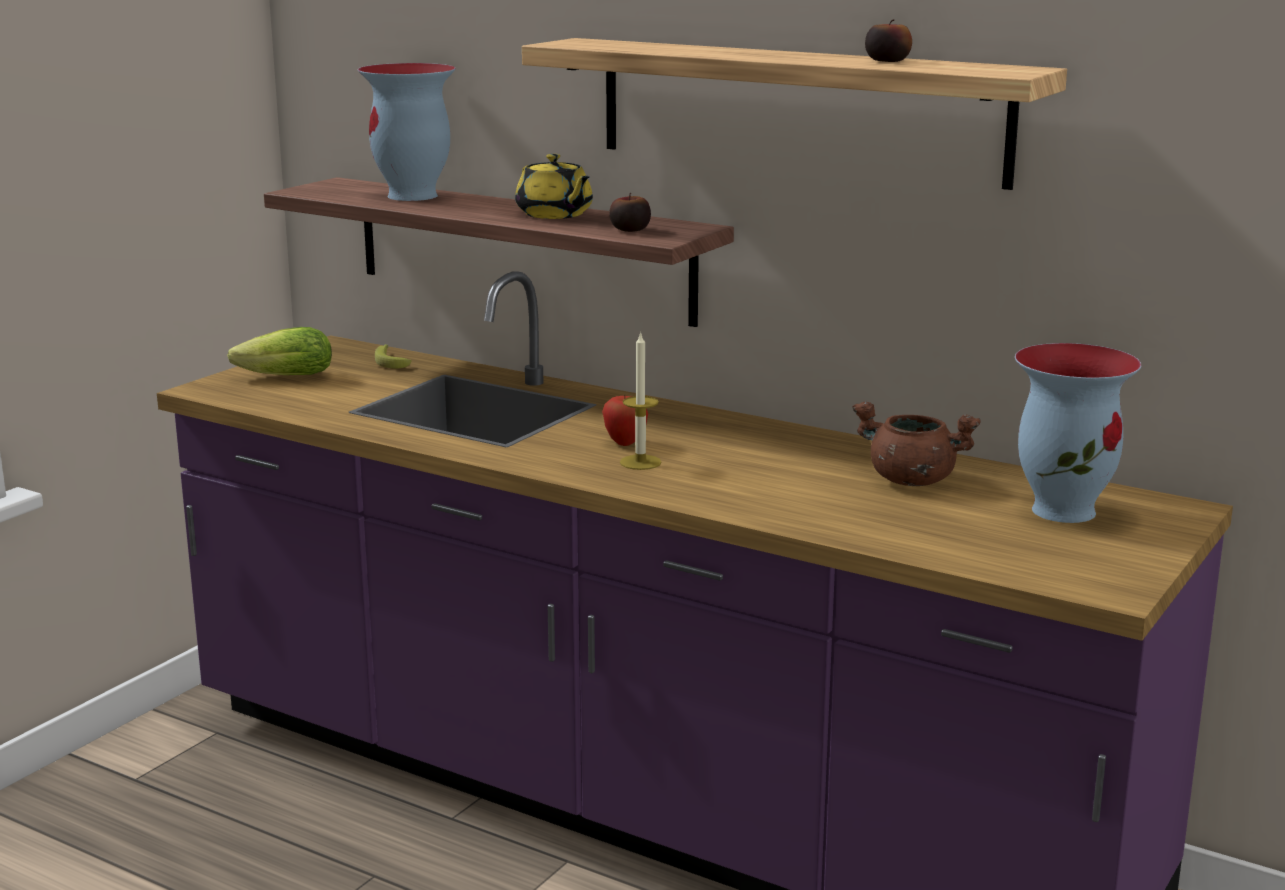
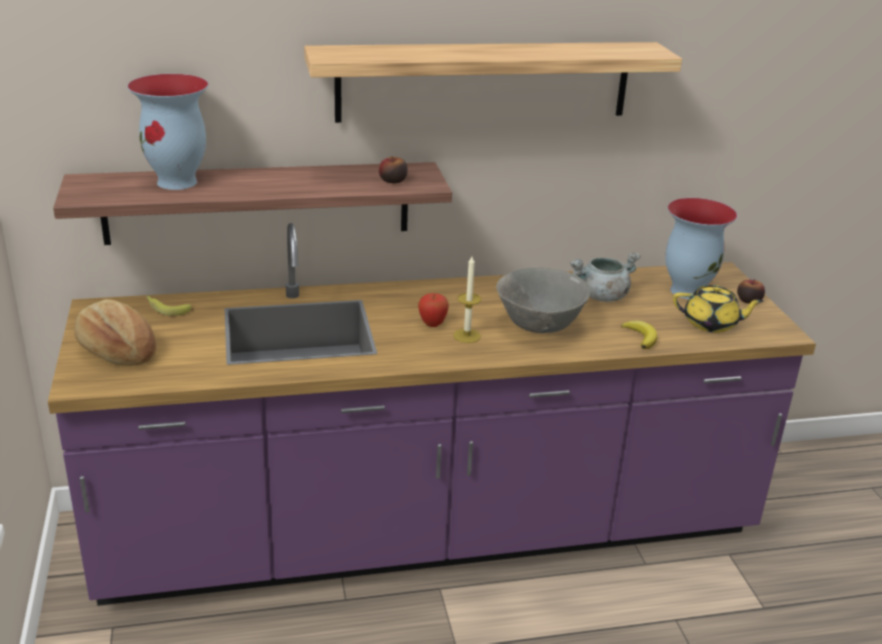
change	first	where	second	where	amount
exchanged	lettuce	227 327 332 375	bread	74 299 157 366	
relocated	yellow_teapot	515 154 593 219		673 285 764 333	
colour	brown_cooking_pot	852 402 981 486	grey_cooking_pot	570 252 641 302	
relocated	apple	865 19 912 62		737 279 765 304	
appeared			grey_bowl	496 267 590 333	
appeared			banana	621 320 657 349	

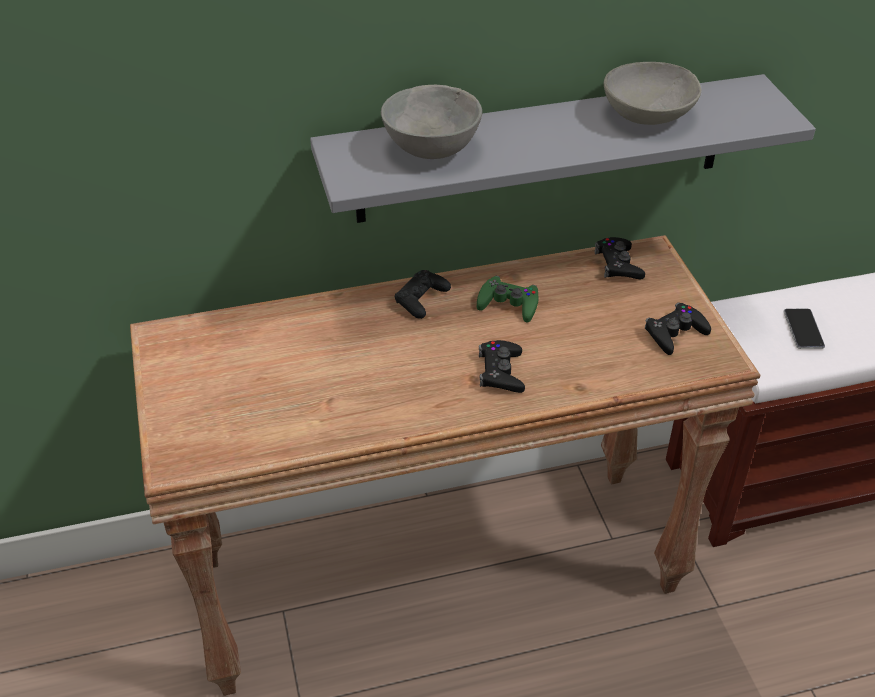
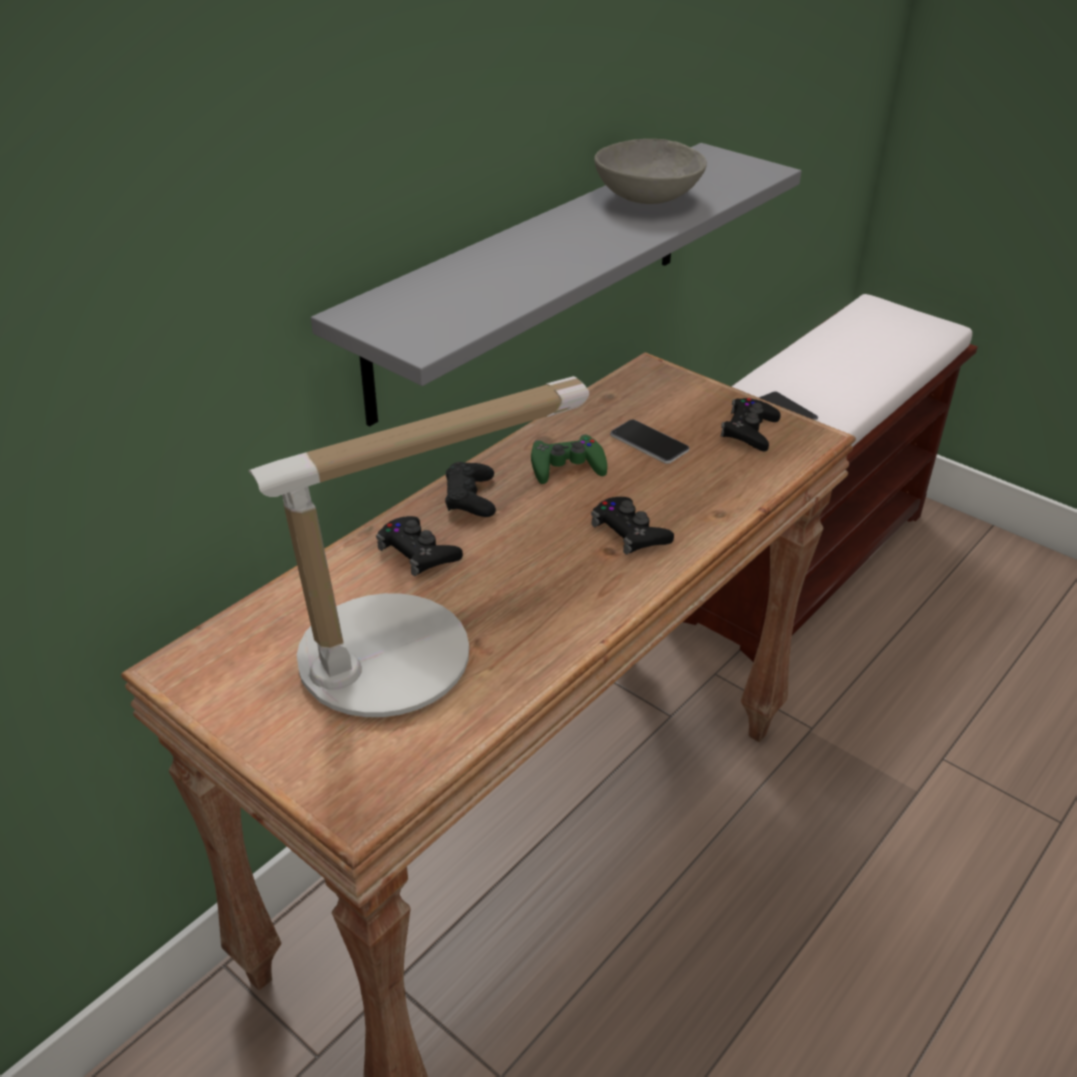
change	first	where	second	where	amount
missing	grey_bowl	381 85 482 159			
relocated	black_game_controller	595 237 645 279		376 516 463 576	
appeared			table_lamp	249 376 589 717	
appeared			phone	610 419 690 464	

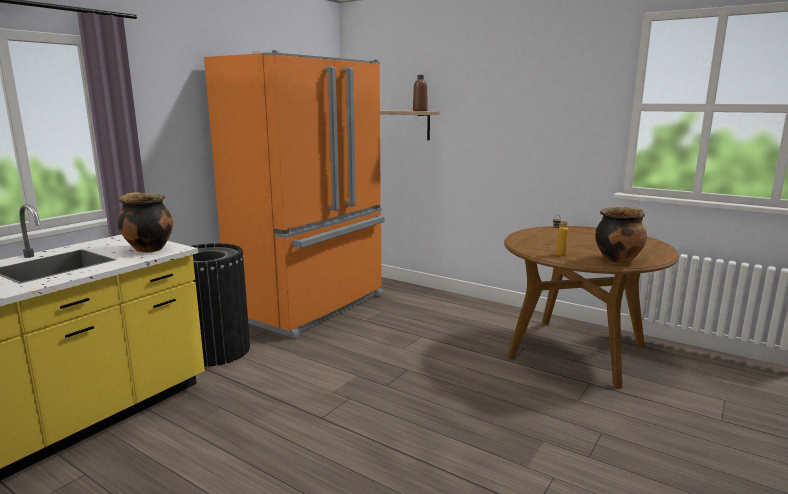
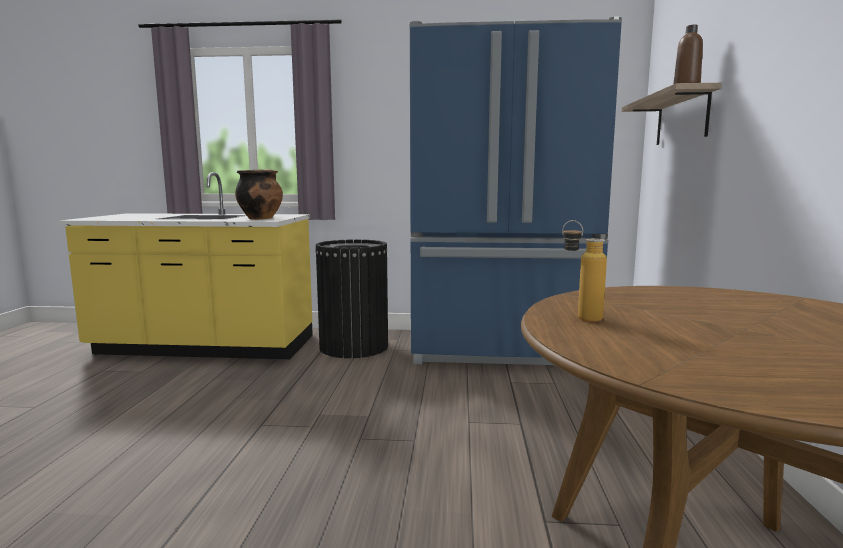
change	first	where	second	where	amount
colour	orange_fridge	204 50 385 339	blue_fridge	409 17 622 365	
missing	cooking_pot	595 207 647 264			

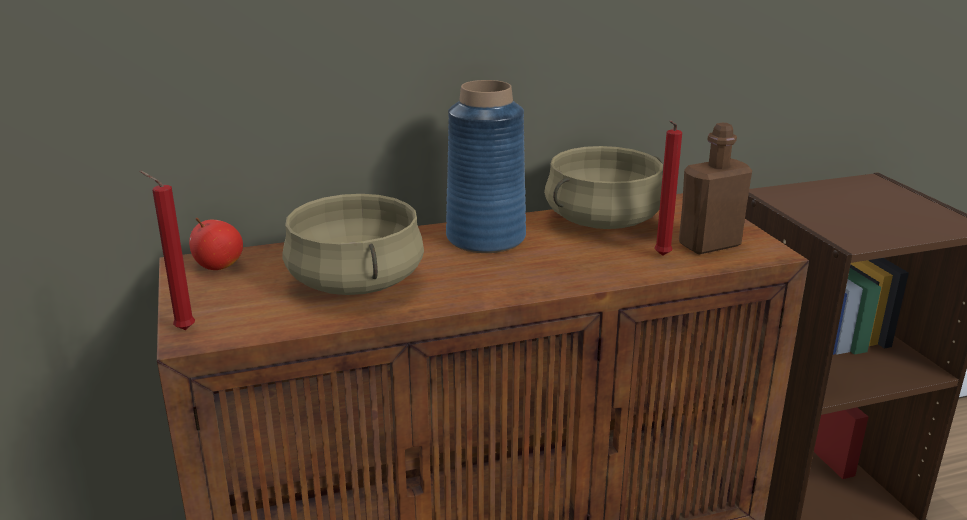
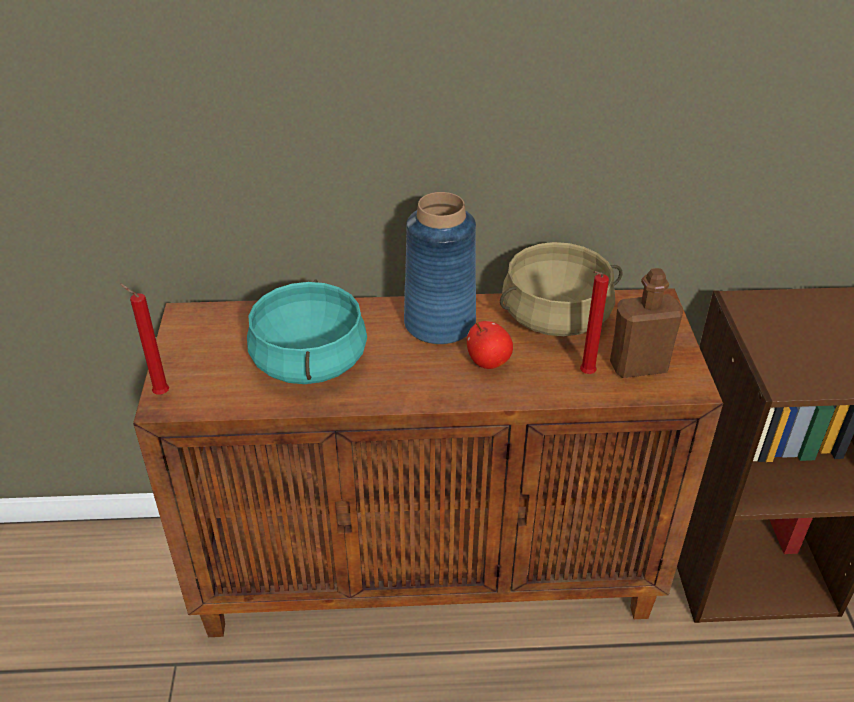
change	first	where	second	where	amount
relocated	apple	189 218 243 270		467 321 513 369	
colour	beige_cooking_pot	283 194 424 295	turquoise_cooking_pot	247 279 367 384	

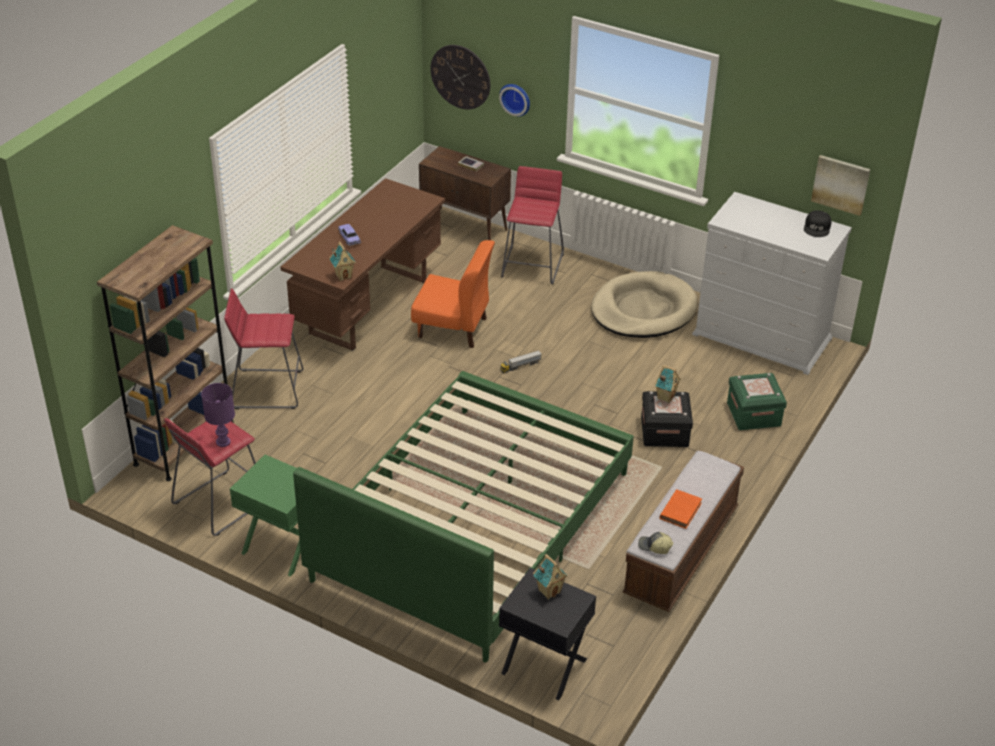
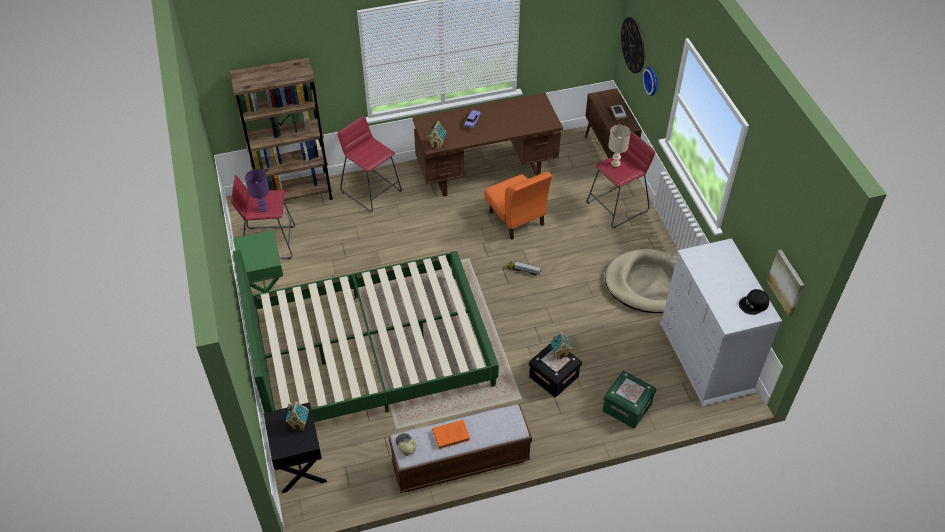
change	first	where	second	where	amount
appeared			beige_table_lamp	608 125 631 167	

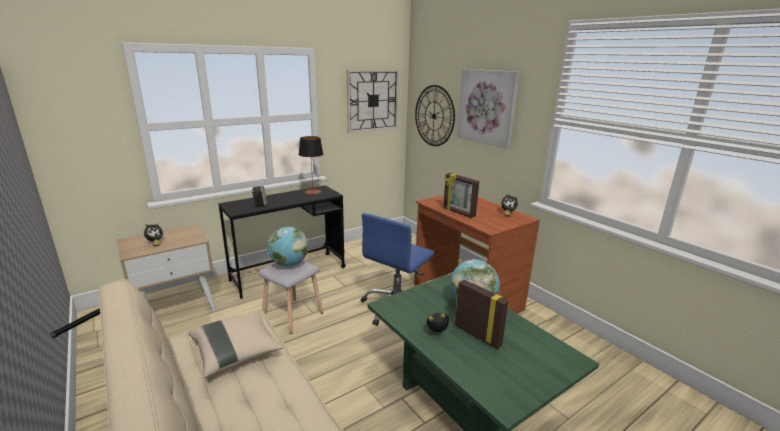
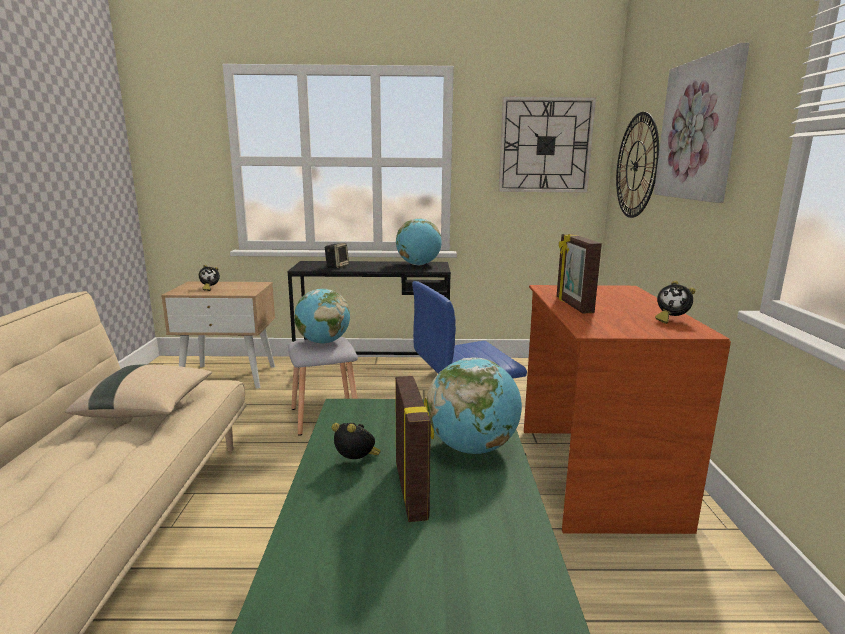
change	first	where	second	where	amount
exchanged	table_lamp	298 136 323 194	globe	396 218 442 265	

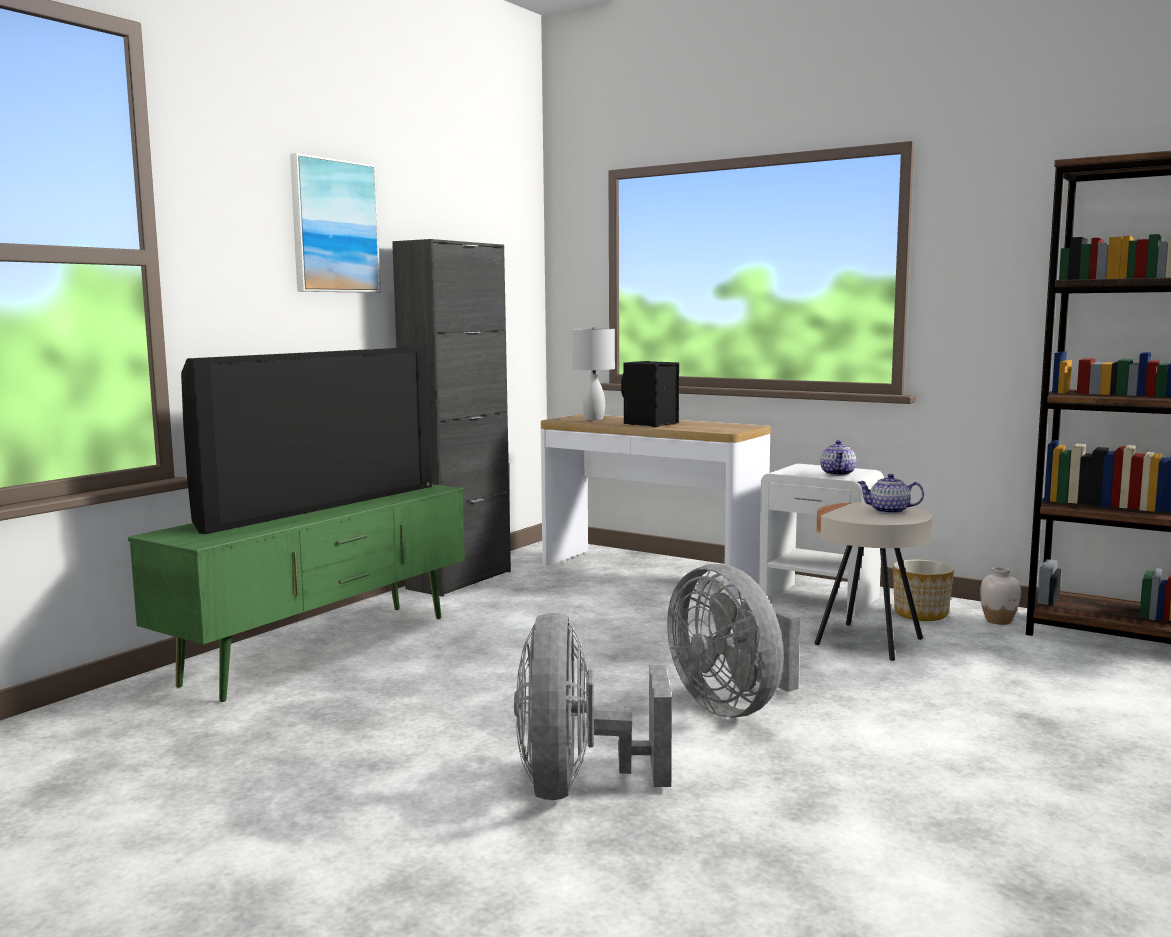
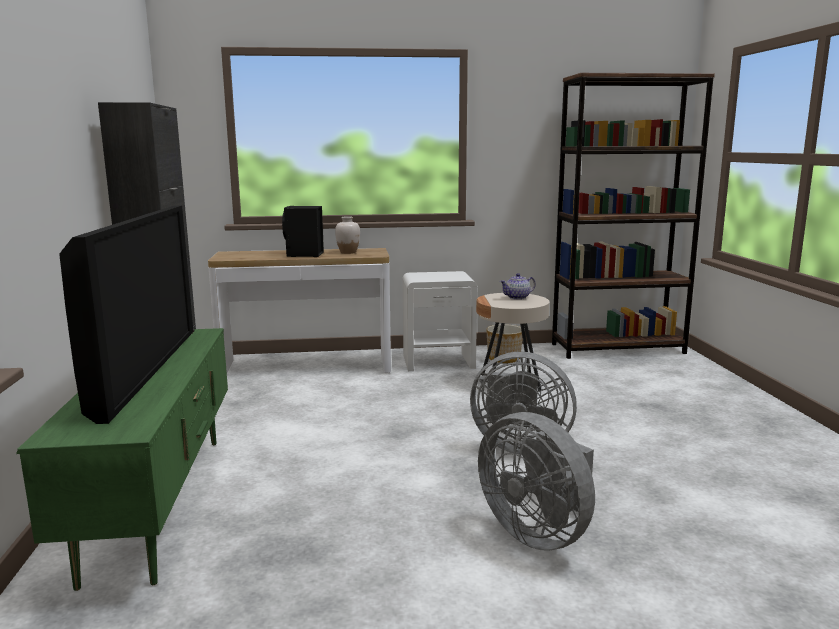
change	first	where	second	where	amount
missing	picture	290 153 381 293			
missing	white_table_lamp	572 327 615 420			
missing	teapot	820 440 856 476			
relocated	white_vase	980 567 1021 625		335 216 360 254	

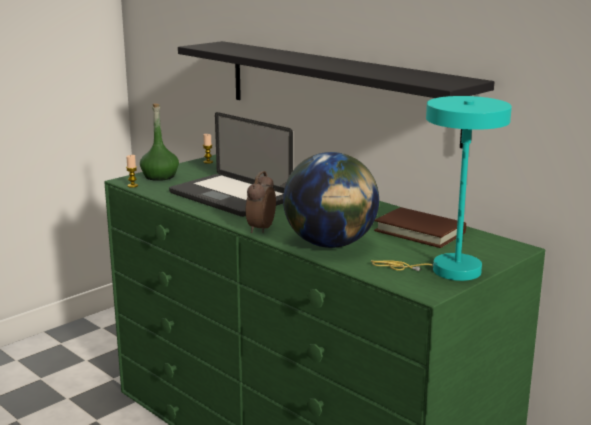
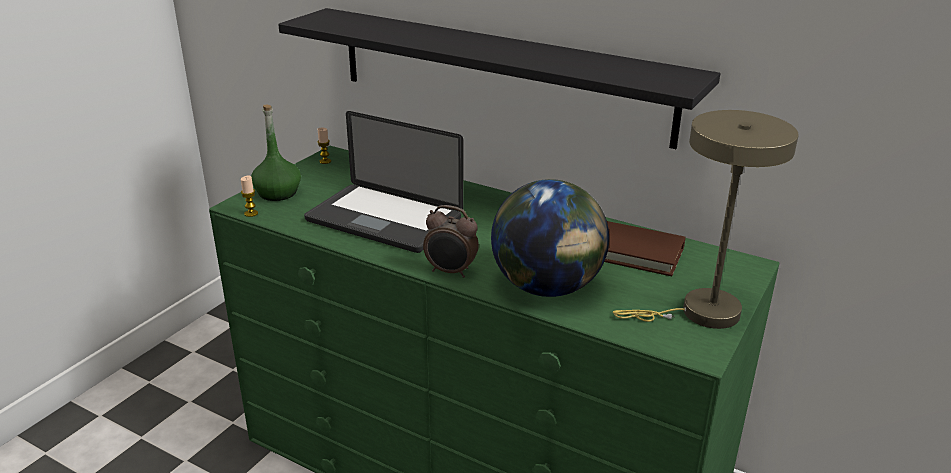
change	first	where	second	where	amount
spun	alarm_clock	246 171 276 233		423 205 479 278	75 degrees counterclockwise
colour	turquoise_table_lamp	371 96 512 281	beige_table_lamp	613 110 799 329	

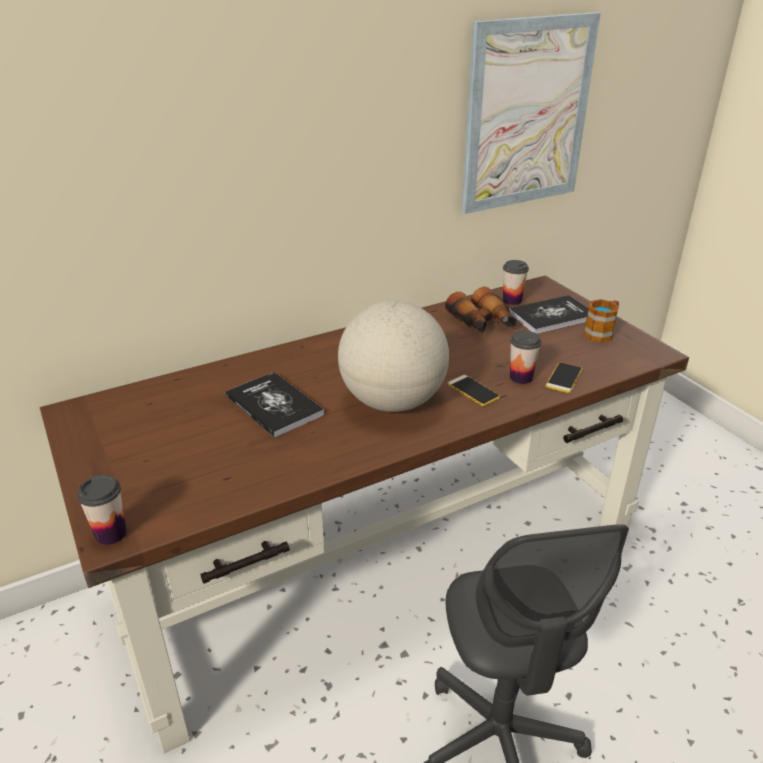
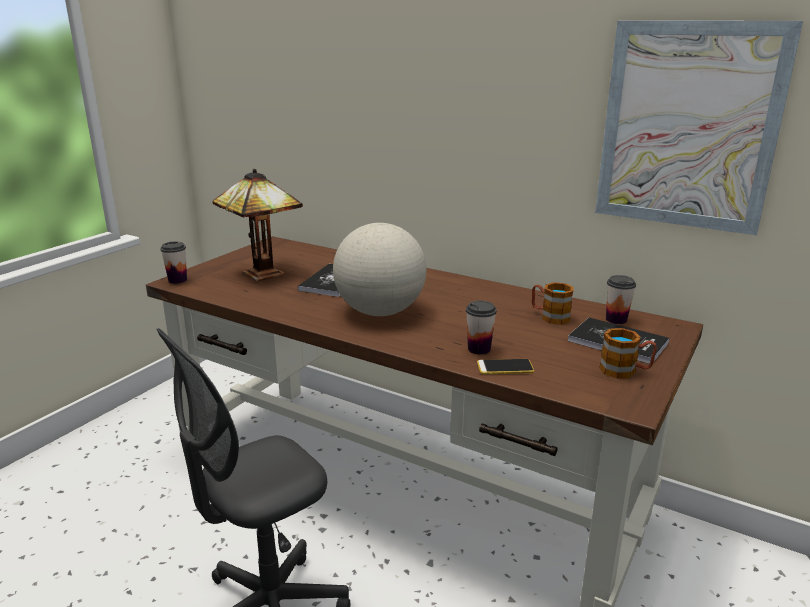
change	first	where	second	where	amount
exchanged	binoculars	445 287 516 333	mug	532 282 574 325	
missing	phone	447 375 500 406			
appeared			table_lamp	212 169 303 281	

